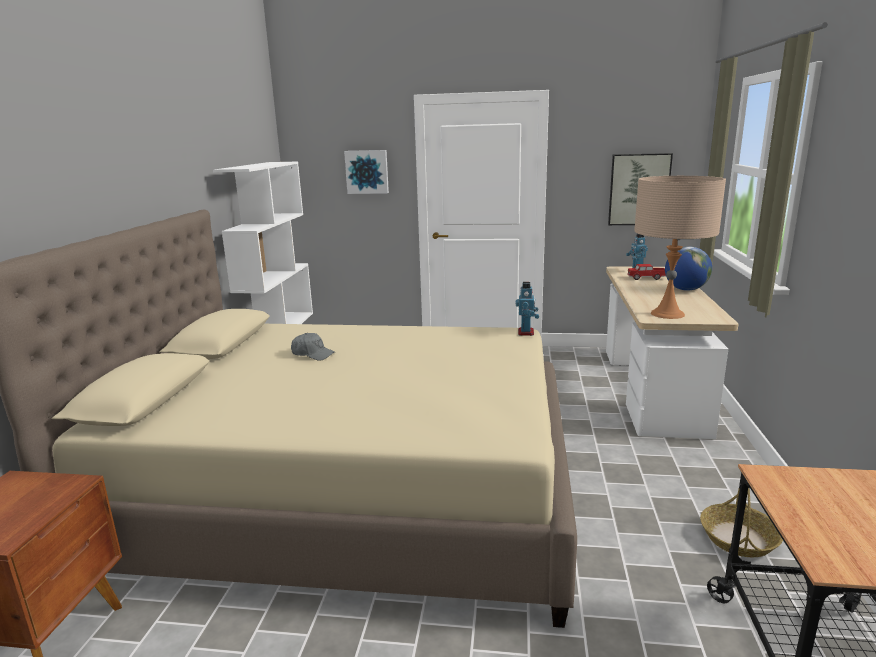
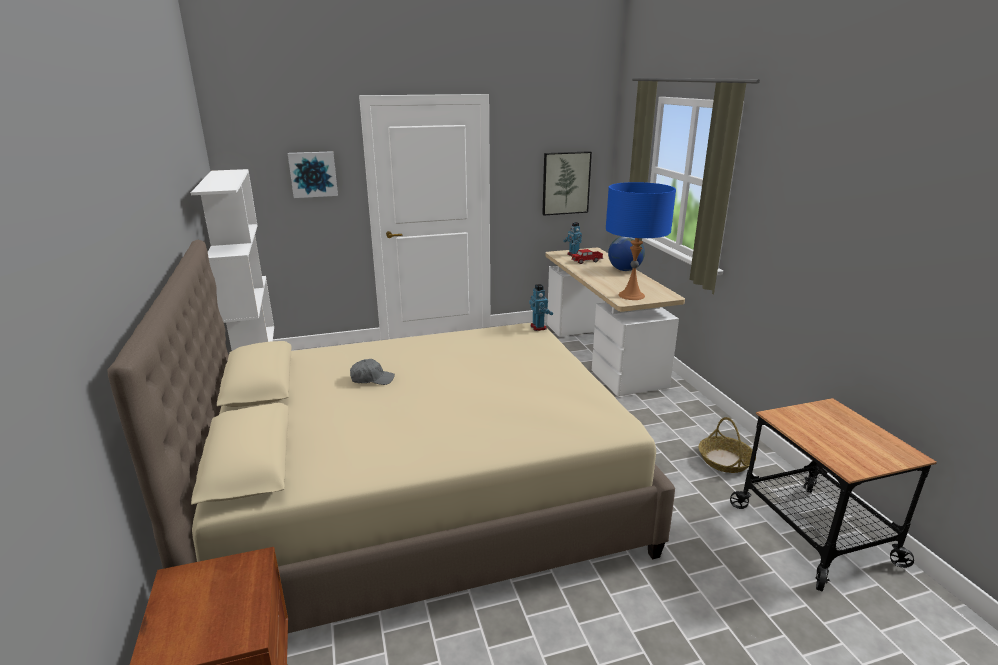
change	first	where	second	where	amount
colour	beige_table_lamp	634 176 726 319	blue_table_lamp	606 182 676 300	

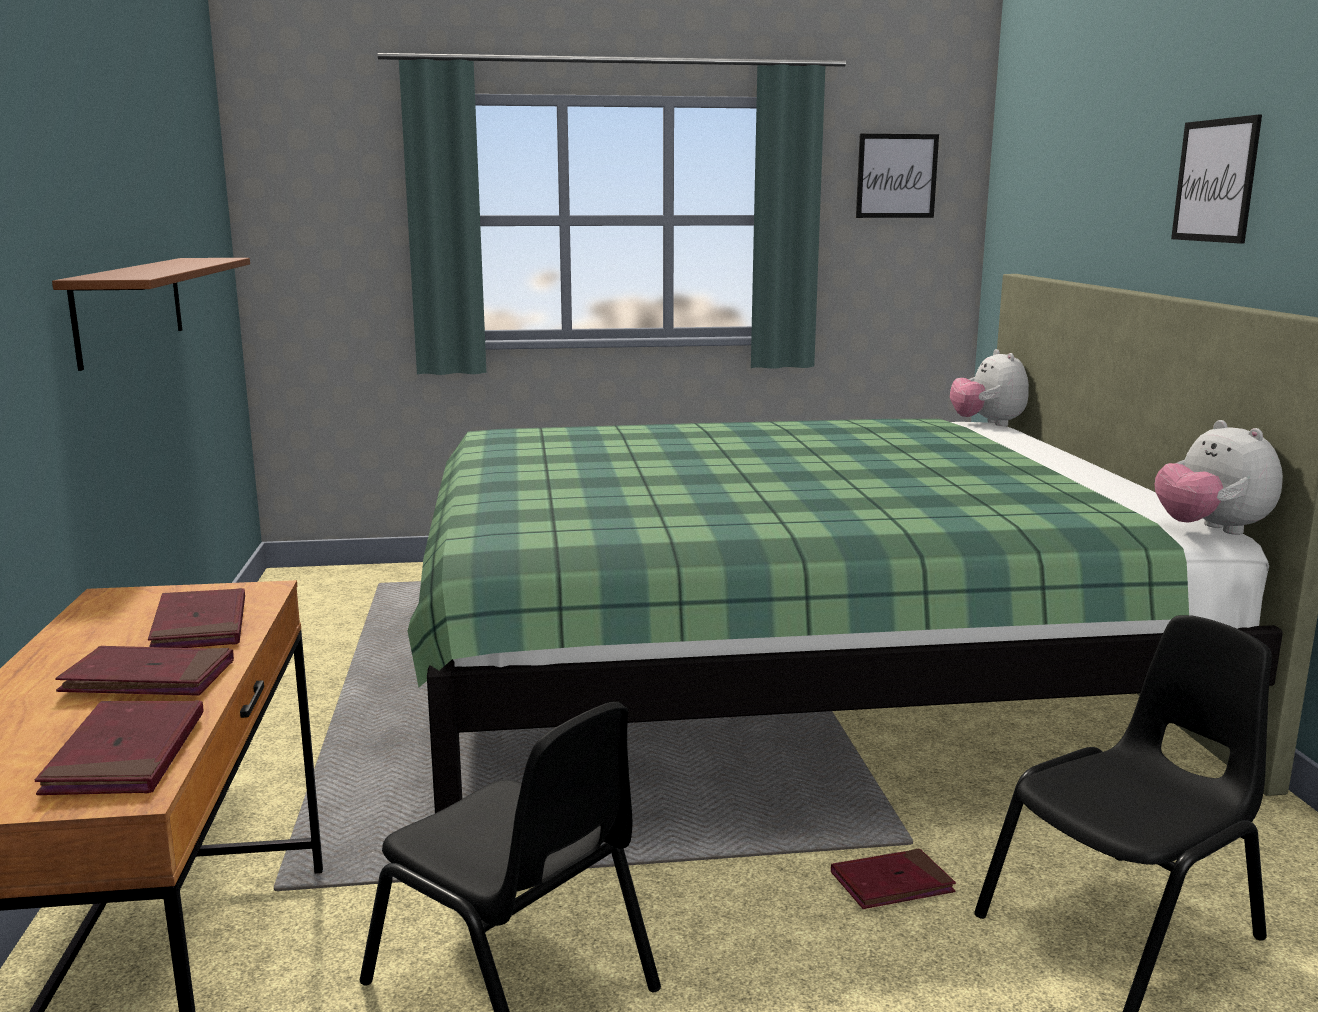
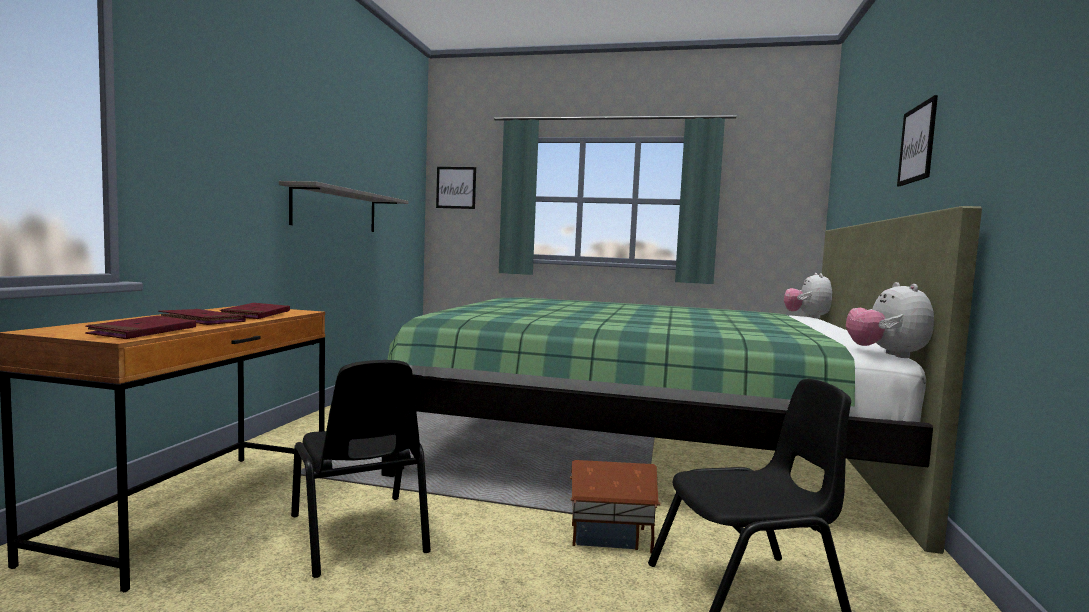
change	first	where	second	where	amount
colour	brown_shelf	52 258 250 371	grey_shelf	279 181 408 232	
exchanged	red_book	831 848 956 909	toy_house	570 460 661 553	
relocated	picture	856 134 939 218		436 167 476 209	

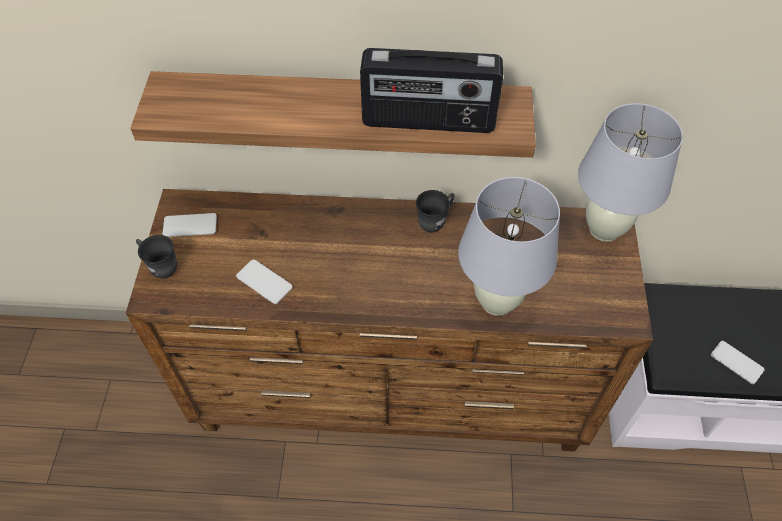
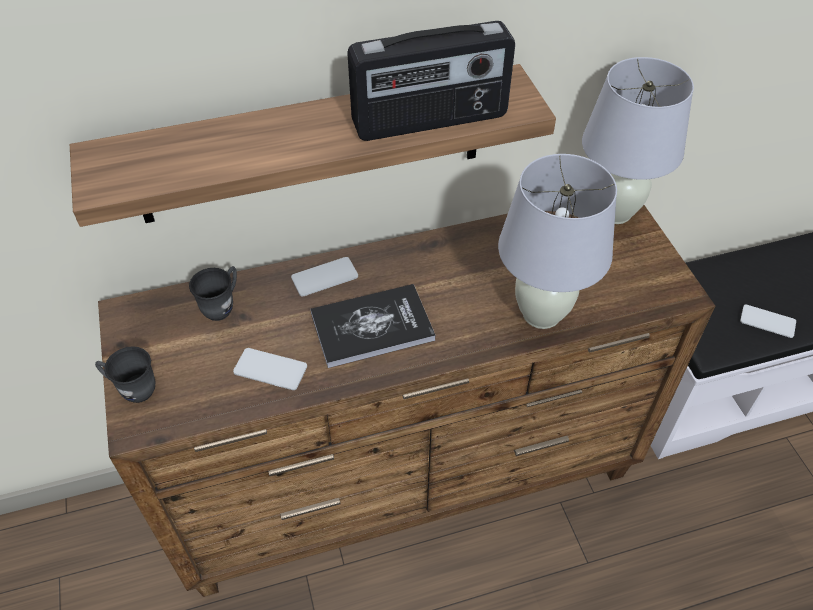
change	first	where	second	where	amount
relocated	phone	162 213 217 237		291 257 358 296	
relocated	grey_mug	416 190 455 233		189 266 237 321	
appeared			book	310 284 436 368	

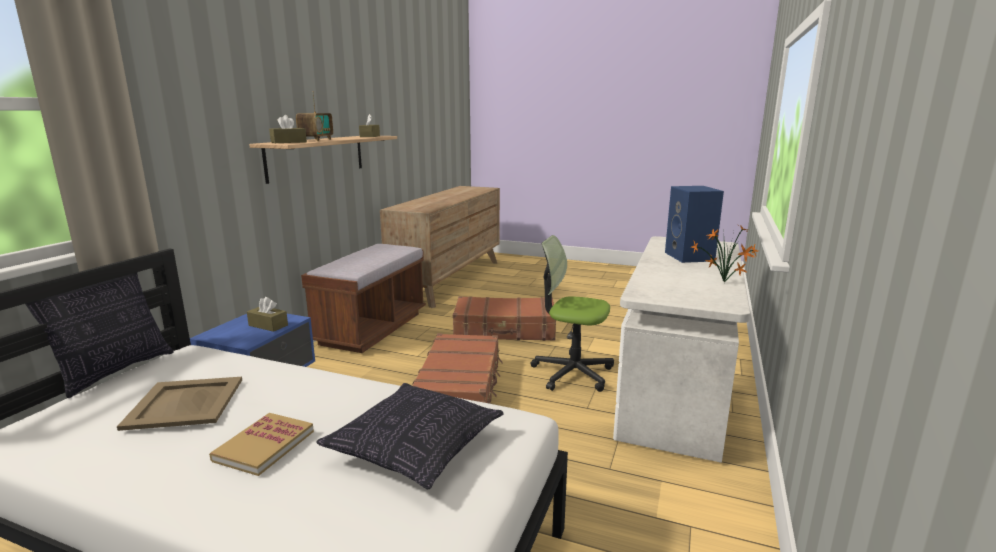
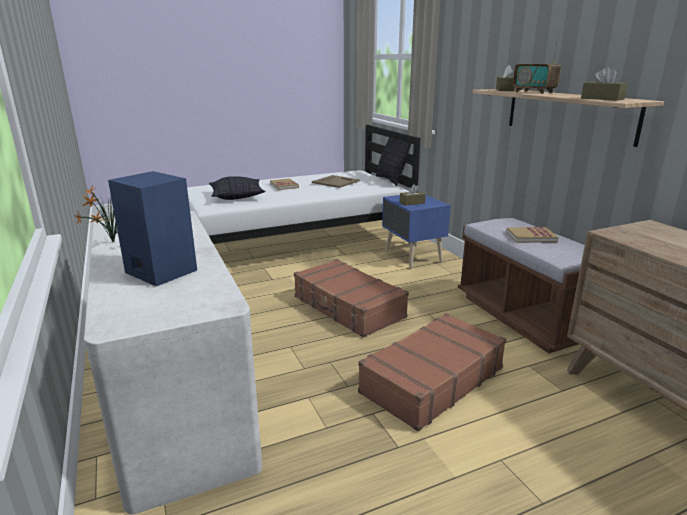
change	first	where	second	where	amount
missing	office_chair	530 235 614 392			
appeared			book	506 227 559 243	

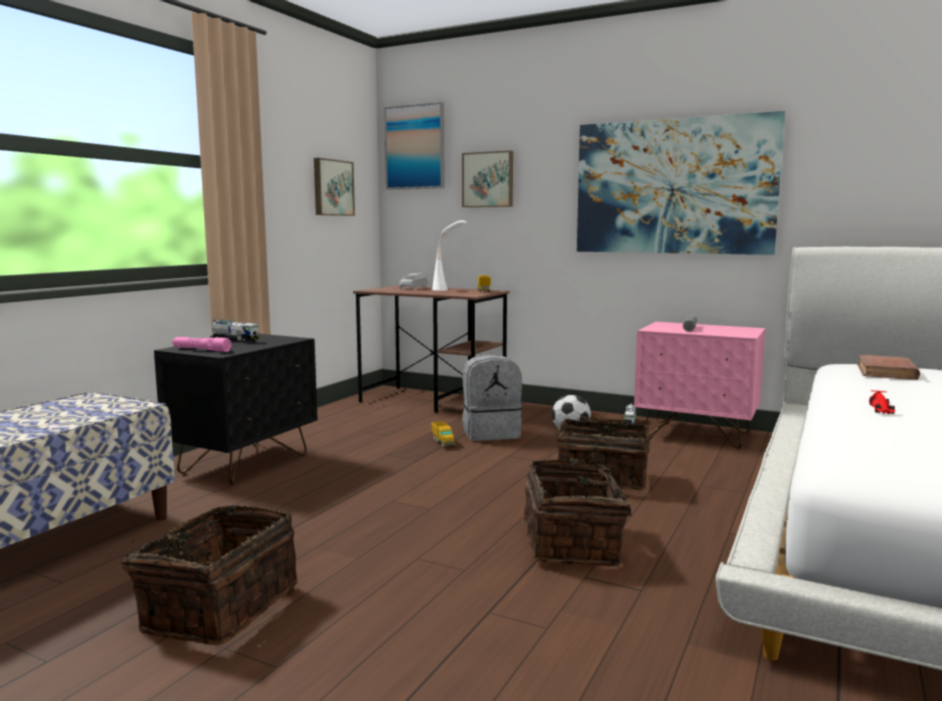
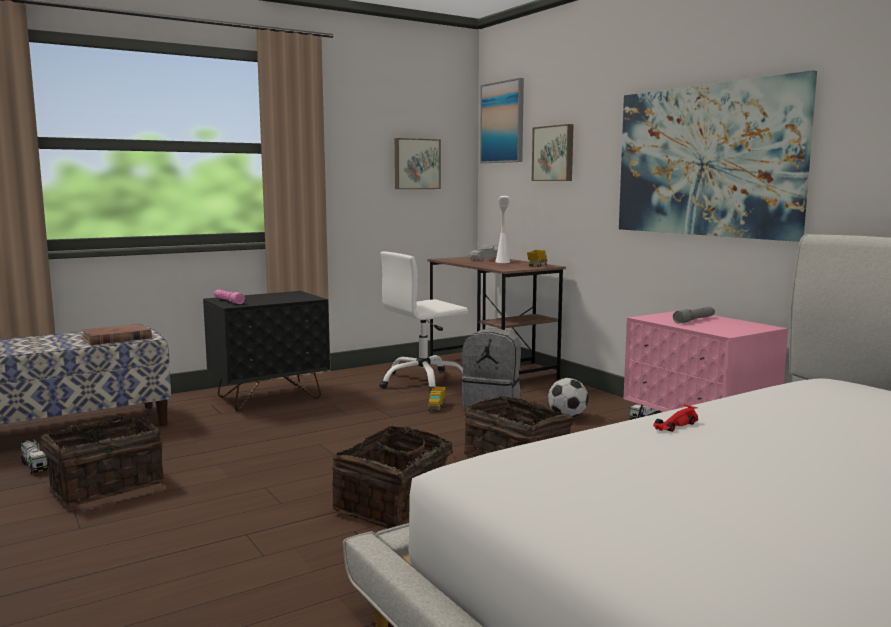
change	first	where	second	where	amount
relocated	toy_truck	210 319 259 343		21 439 48 474	
relocated	brown_book	857 355 920 380		81 324 152 345	
appeared			white_office_chair	379 251 468 393	

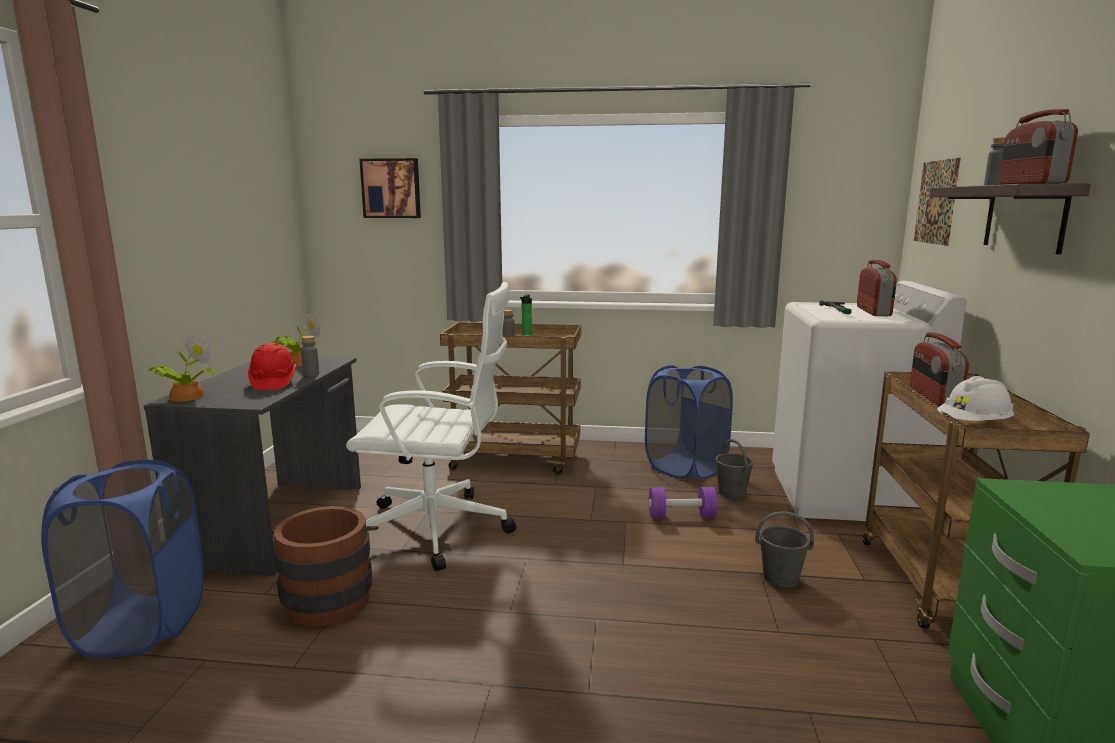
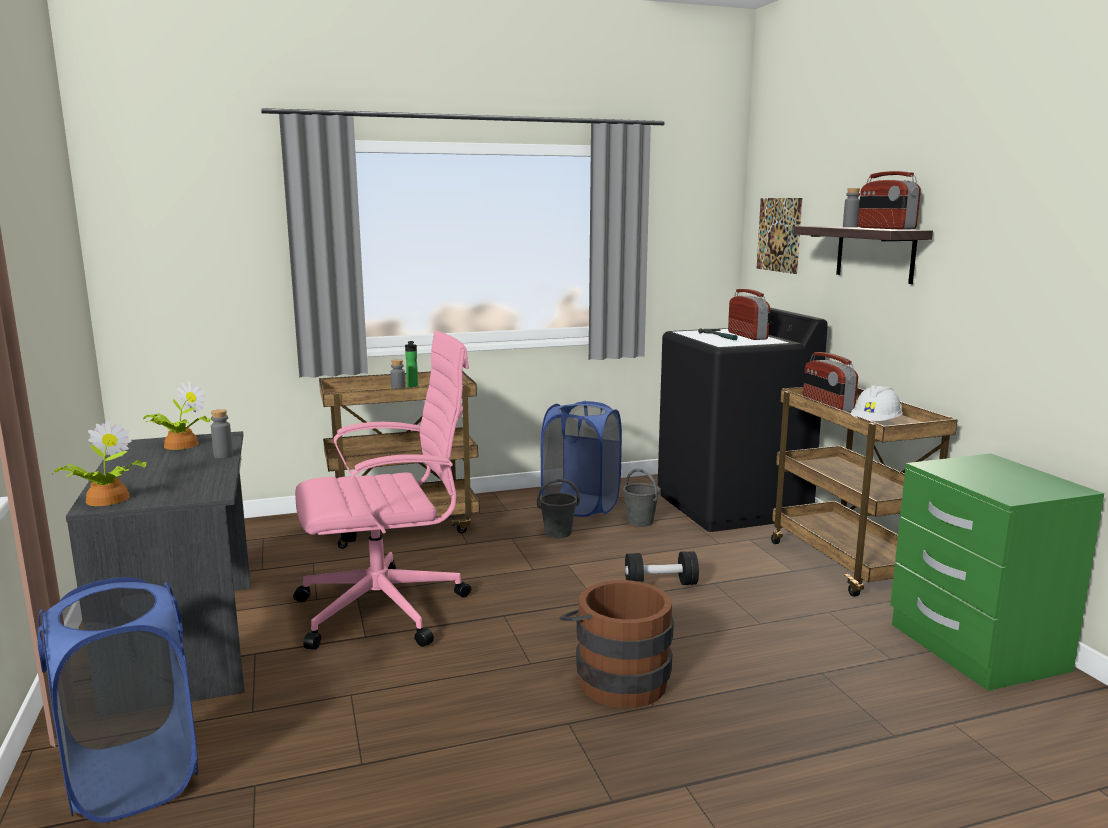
change	first	where	second	where	amount
missing	red_hard_hat	248 343 296 390			
relocated	brown_bucket	268 506 379 627		560 580 674 708	
colour	white_office_chair	346 282 516 571	pink_office_chair	293 331 471 650	
missing	picture	359 158 421 218			
missing	purple_dumbbell	649 487 718 519			
relocated	grey_bucket	755 511 814 588		537 479 580 538	
colour	white_washing_machine	772 281 966 521	black_washing_machine	658 307 828 532	
appeared			black_dumbbell	625 551 699 585	

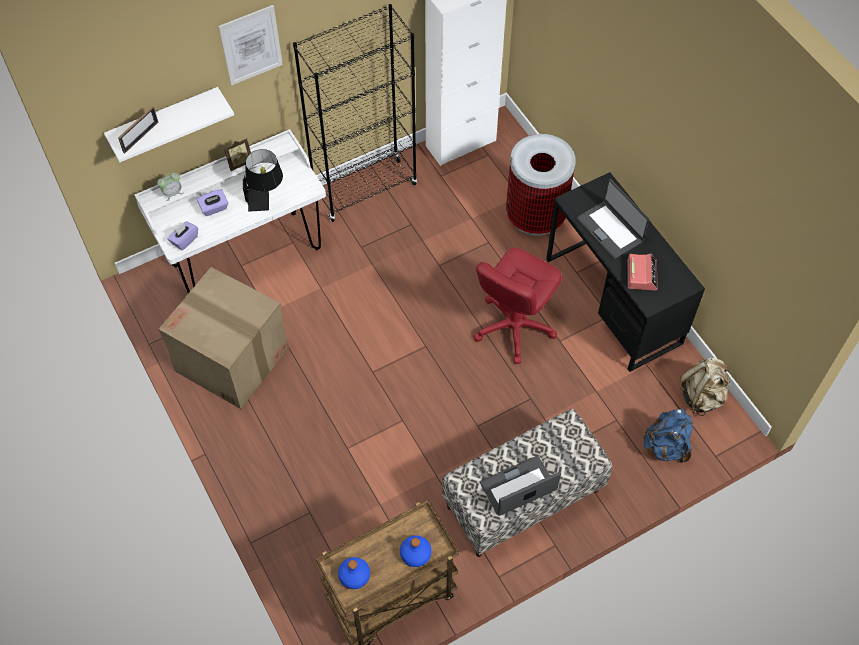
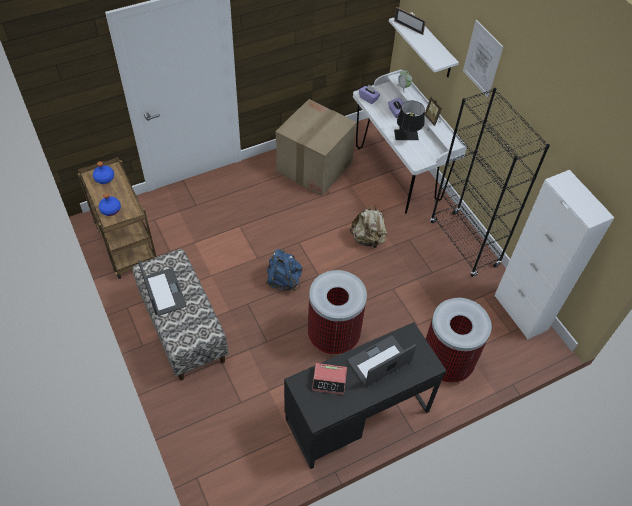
change	first	where	second	where	amount
exchanged	red_office_chair	473 248 562 364	trash_can	308 270 367 355	
relocated	blue_backpack	643 409 693 463		266 249 302 291	
relocated	beige_backpack	680 357 730 416		350 205 388 248	

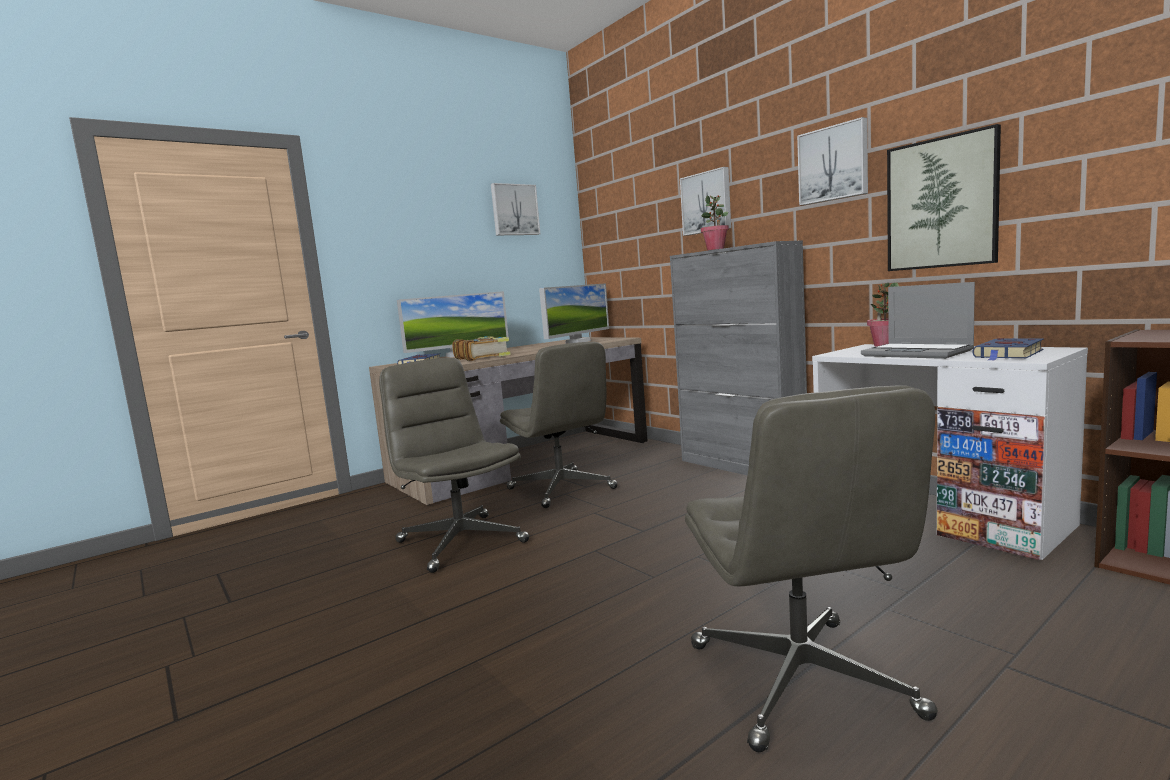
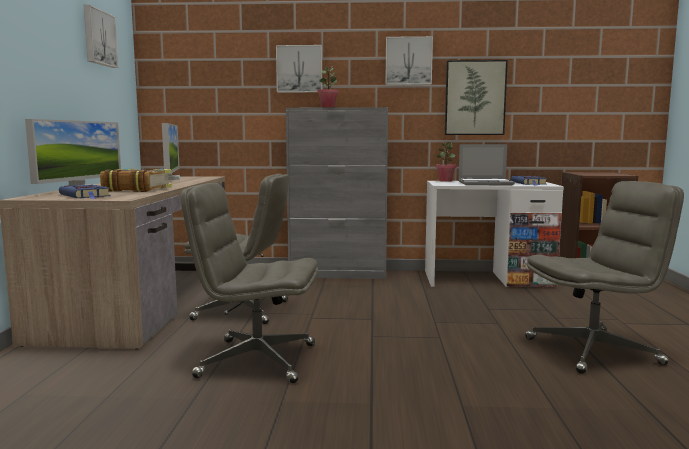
change	first	where	second	where	amount
spun	grey_office_chair	685 385 938 752		525 181 684 374	45 degrees counterclockwise

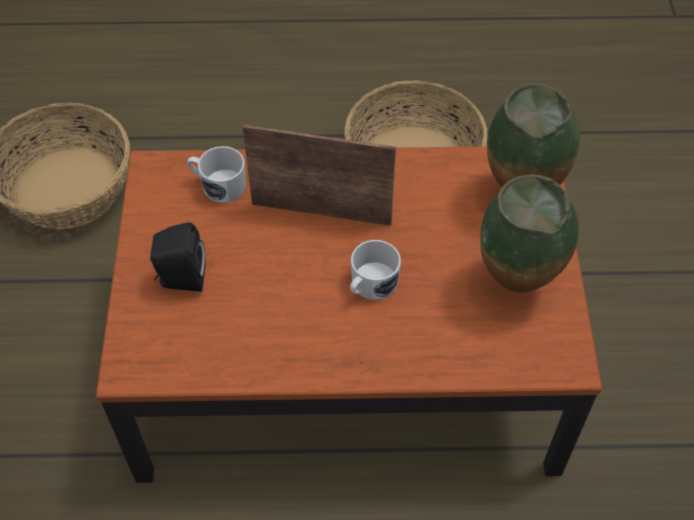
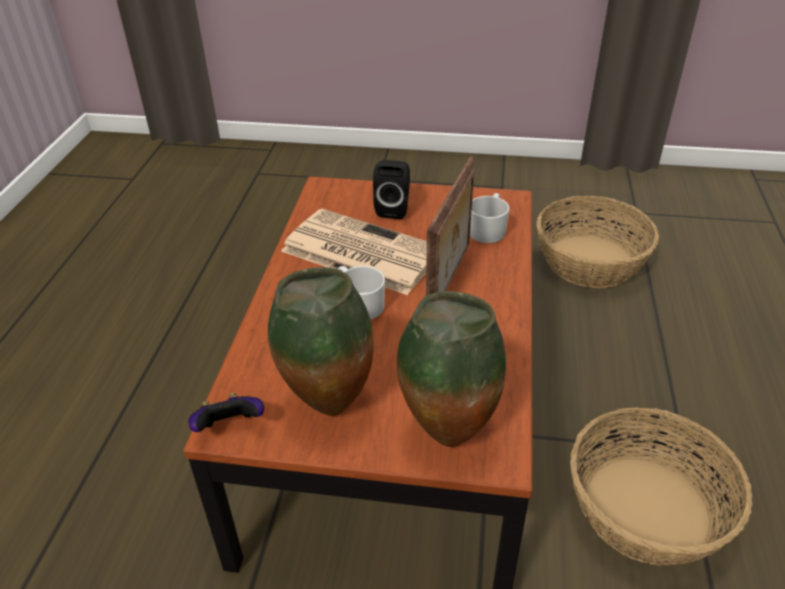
change	first	where	second	where	amount
appeared			game_controller	188 393 264 432	
appeared			newspaper	281 209 427 295	

